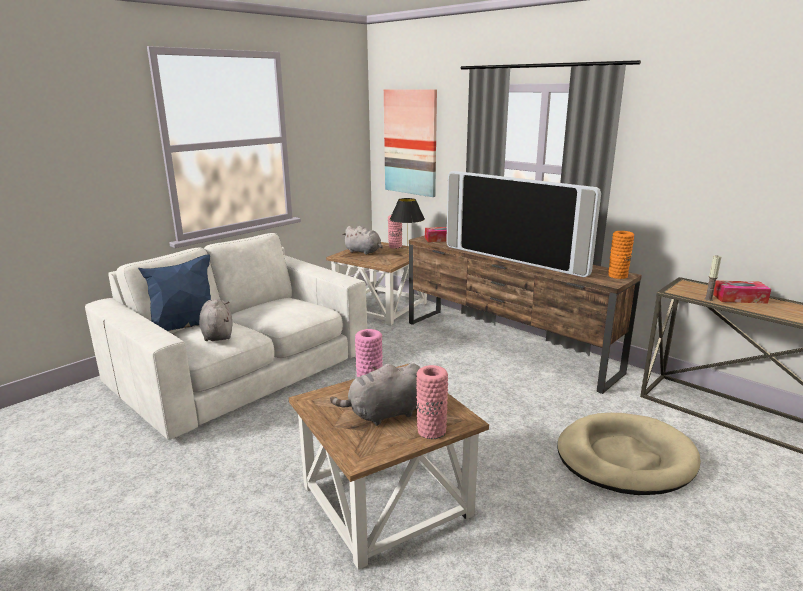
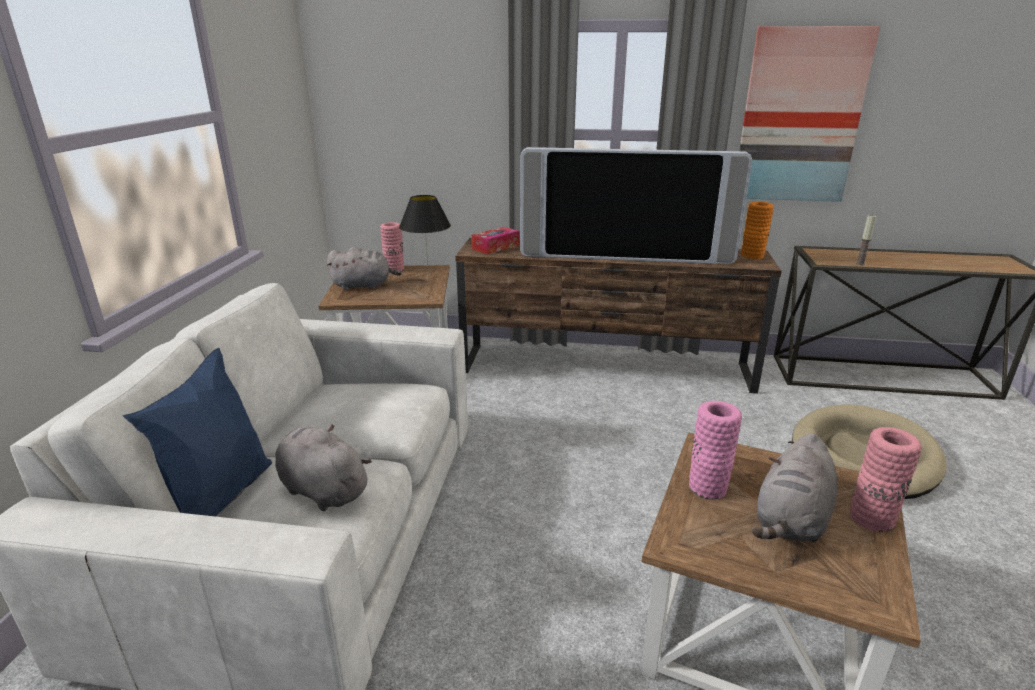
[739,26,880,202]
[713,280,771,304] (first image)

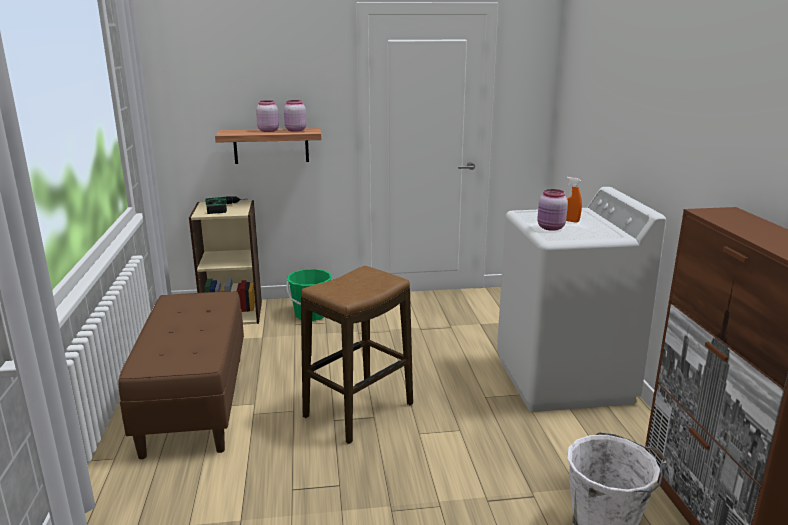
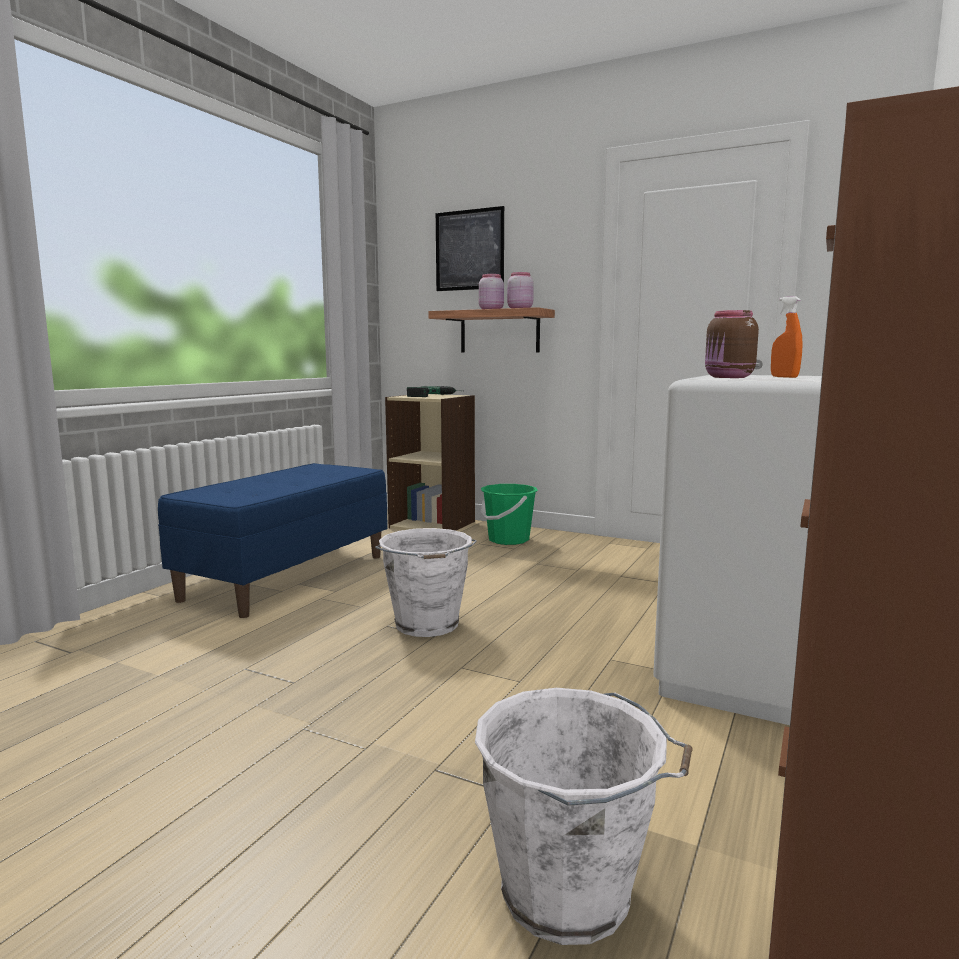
[158,463,388,618]
[375,528,477,637]
[705,310,759,378]
[436,206,504,291]

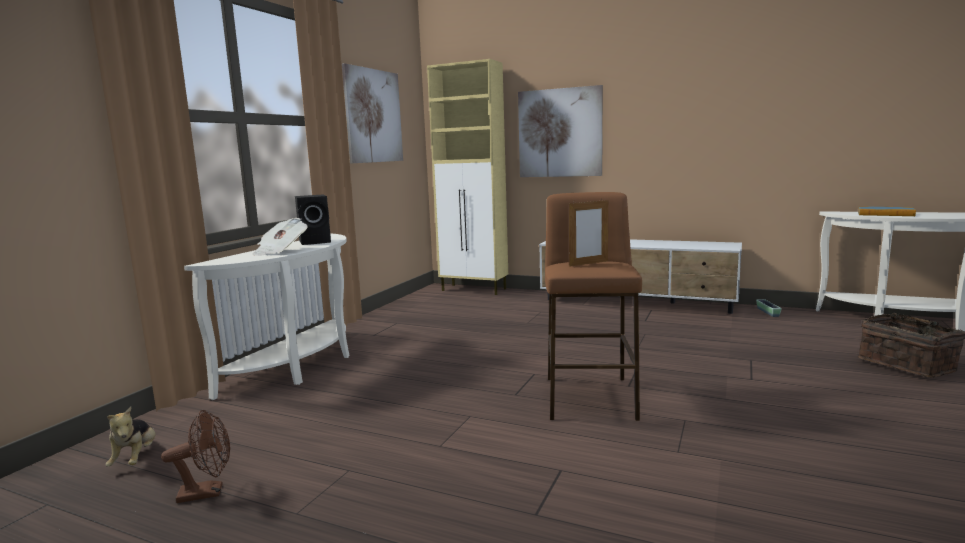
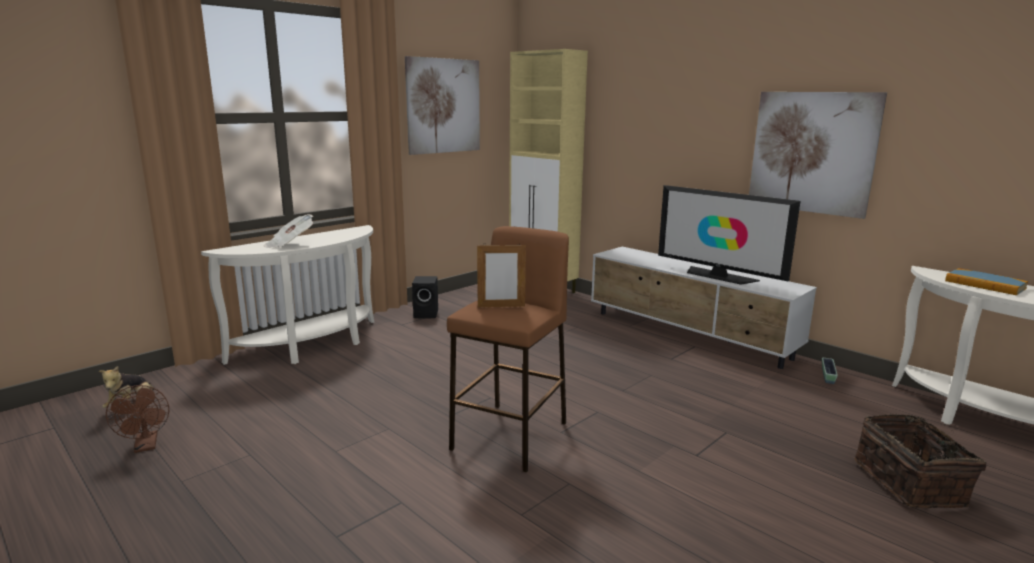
[106,385,169,453]
[412,276,438,319]
[749,92,887,219]
[658,185,801,285]

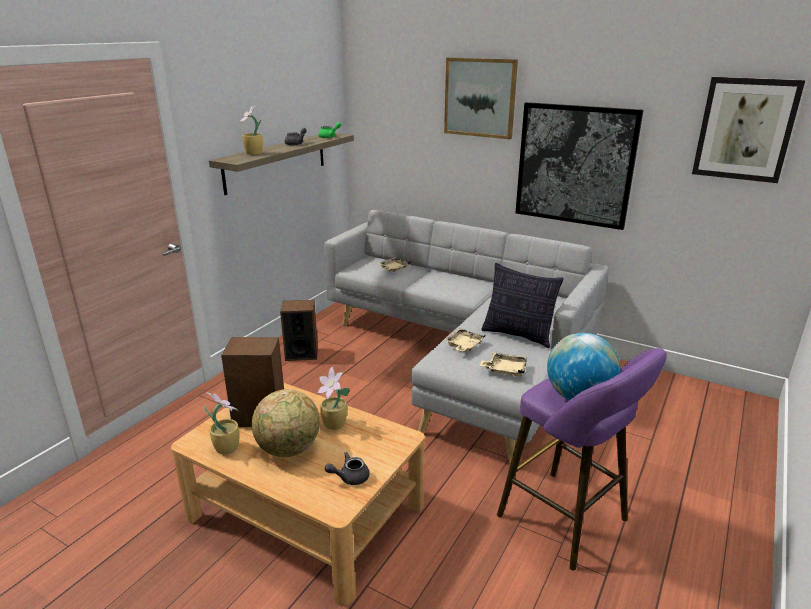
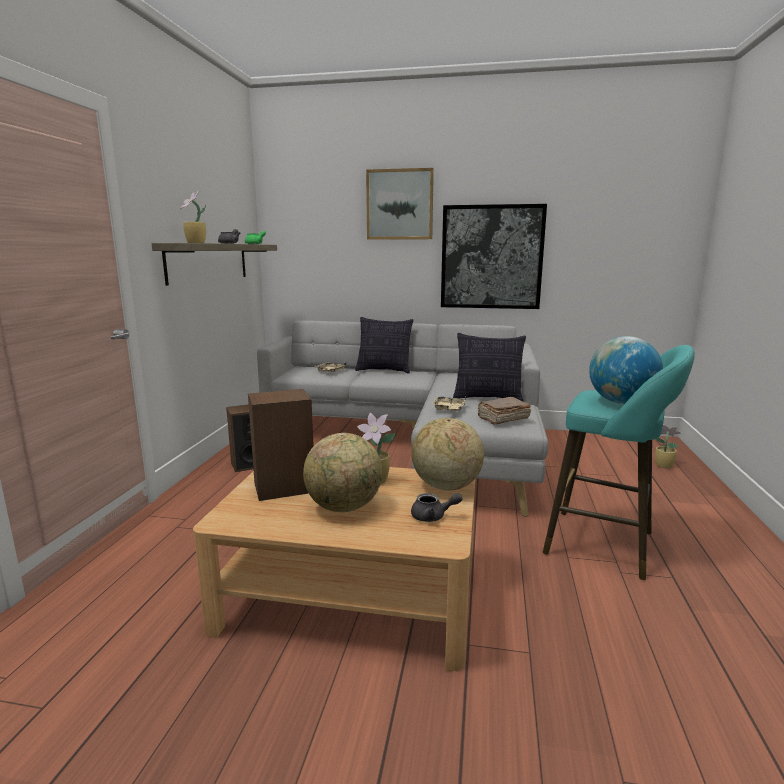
[655,425,682,468]
[411,493,463,522]
[478,397,531,425]
[543,345,695,580]
[692,77,805,183] (first image)
[355,317,413,374]
[411,418,484,490]

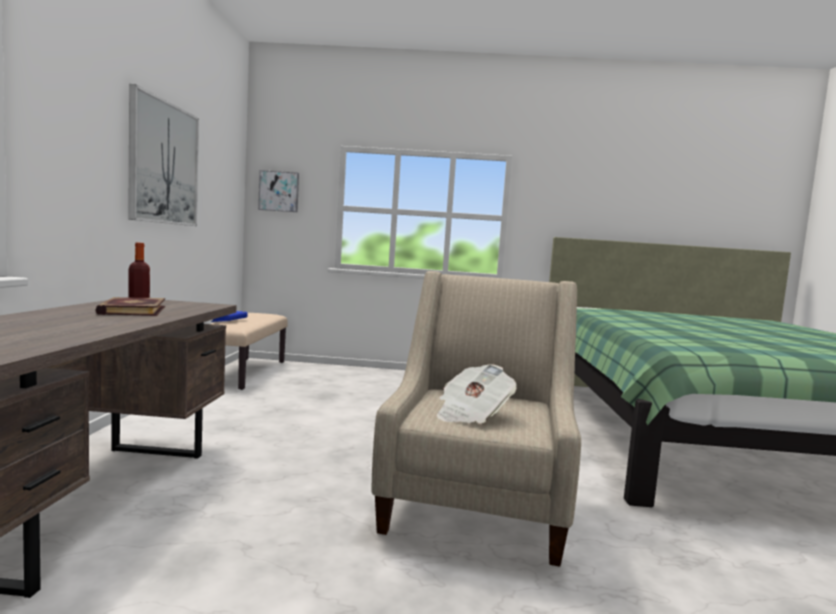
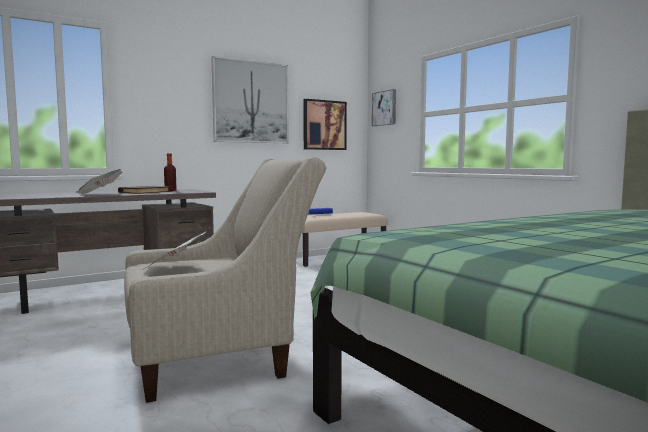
[76,169,122,194]
[303,99,347,150]

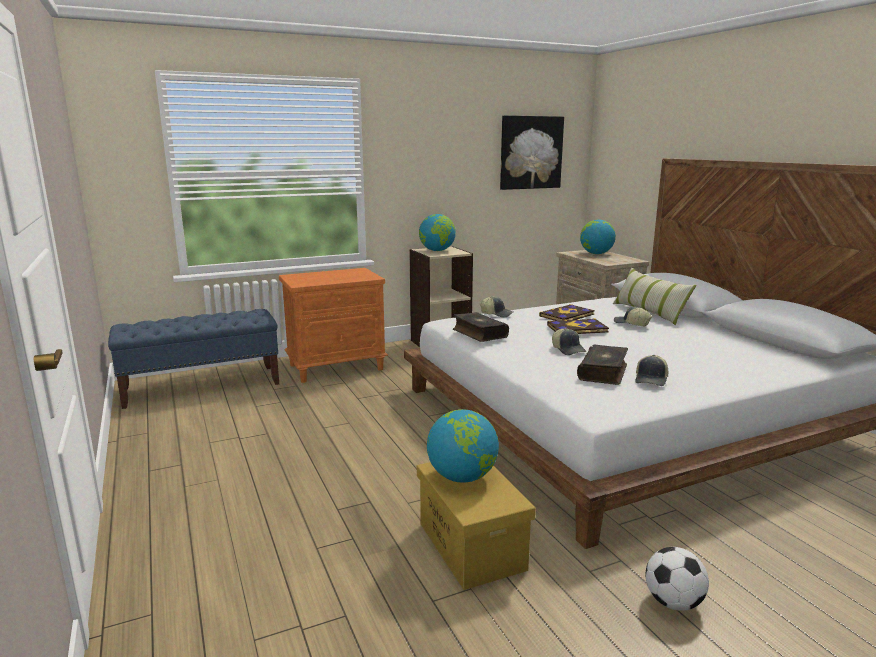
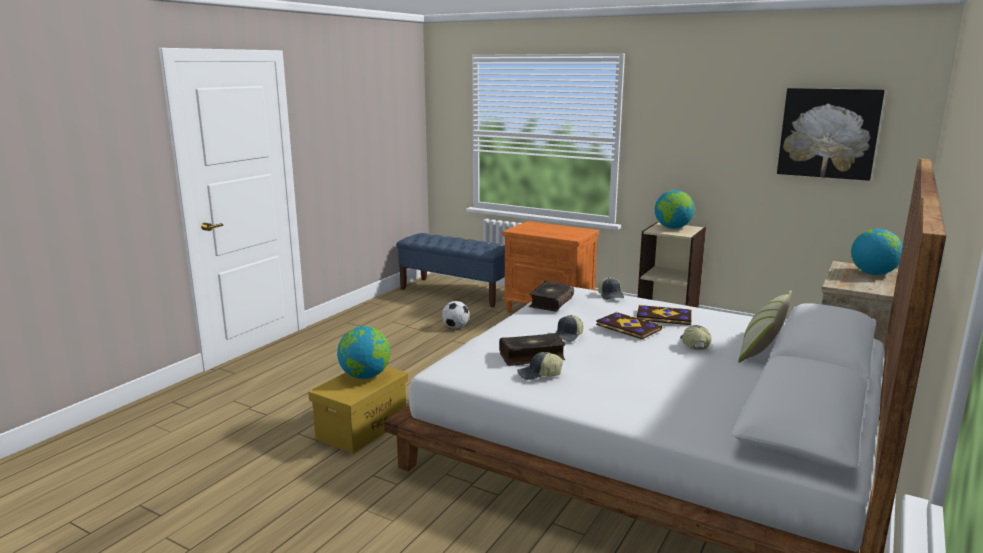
[442,301,469,328]

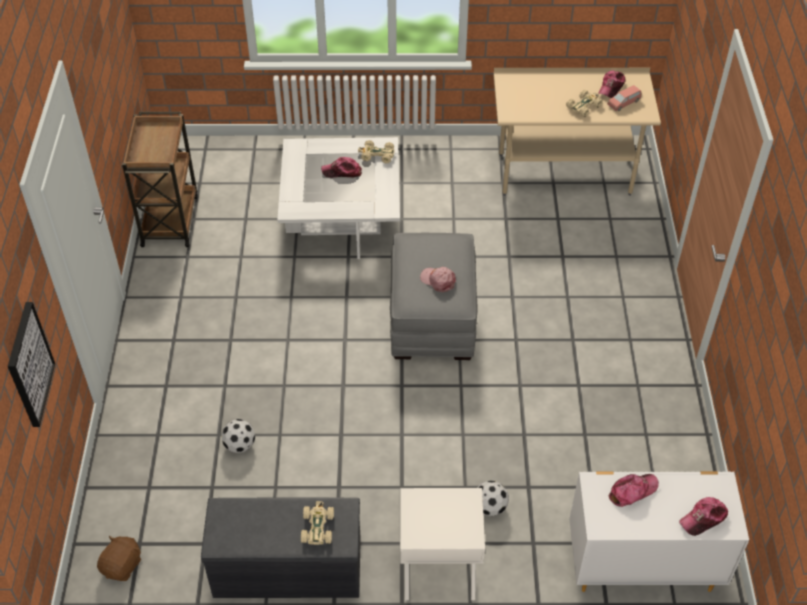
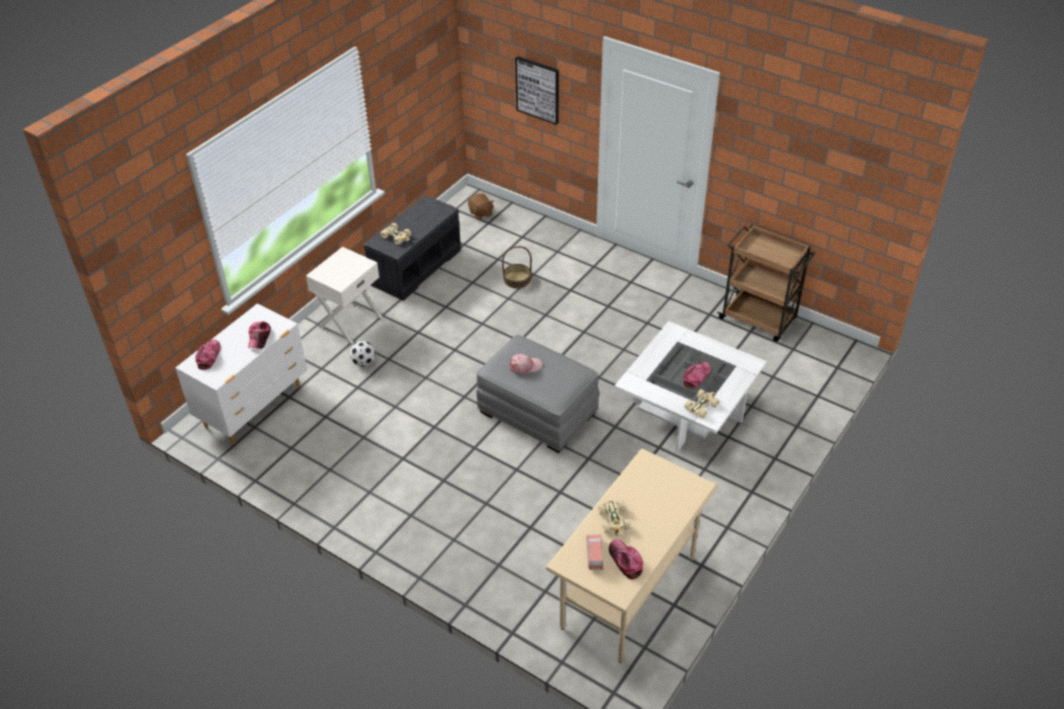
[502,246,532,289]

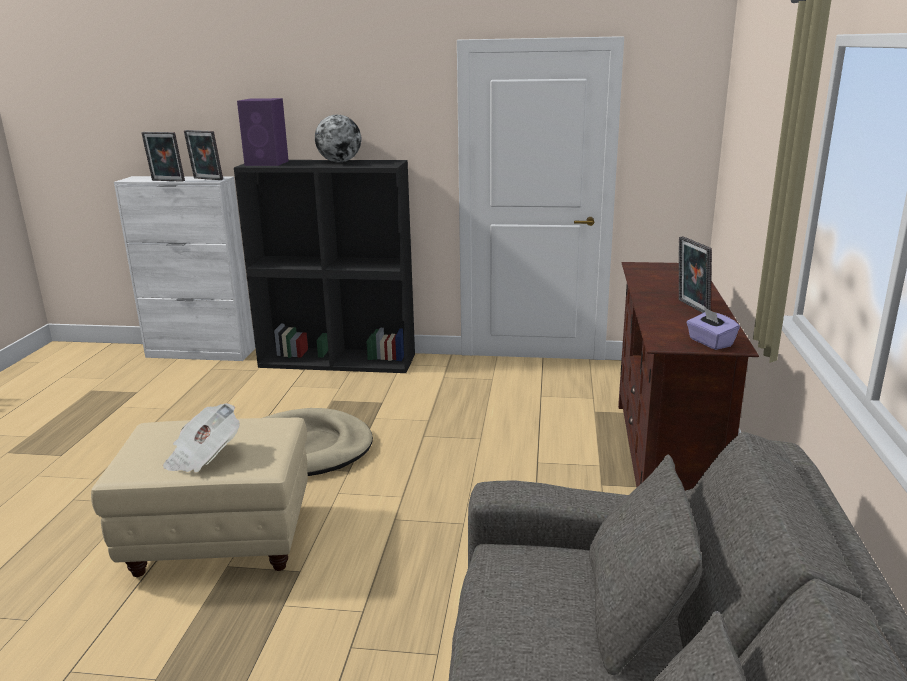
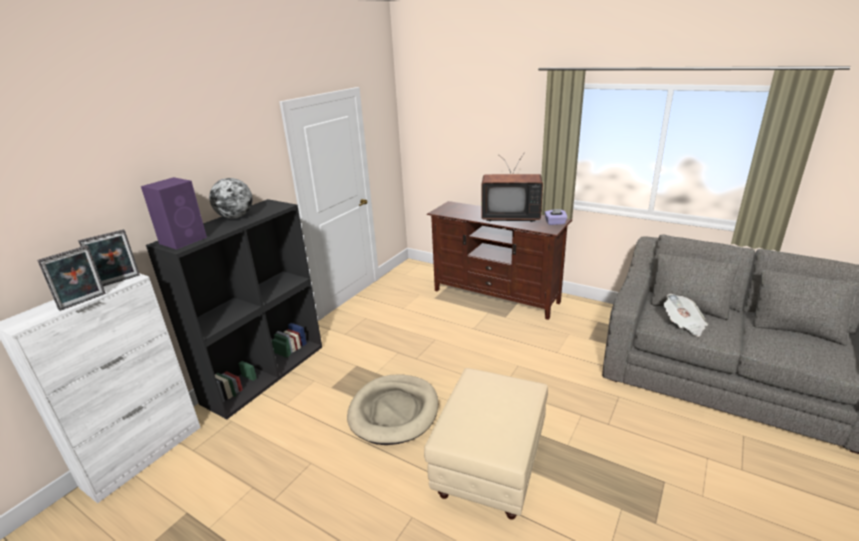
[664,294,708,337]
[481,152,543,222]

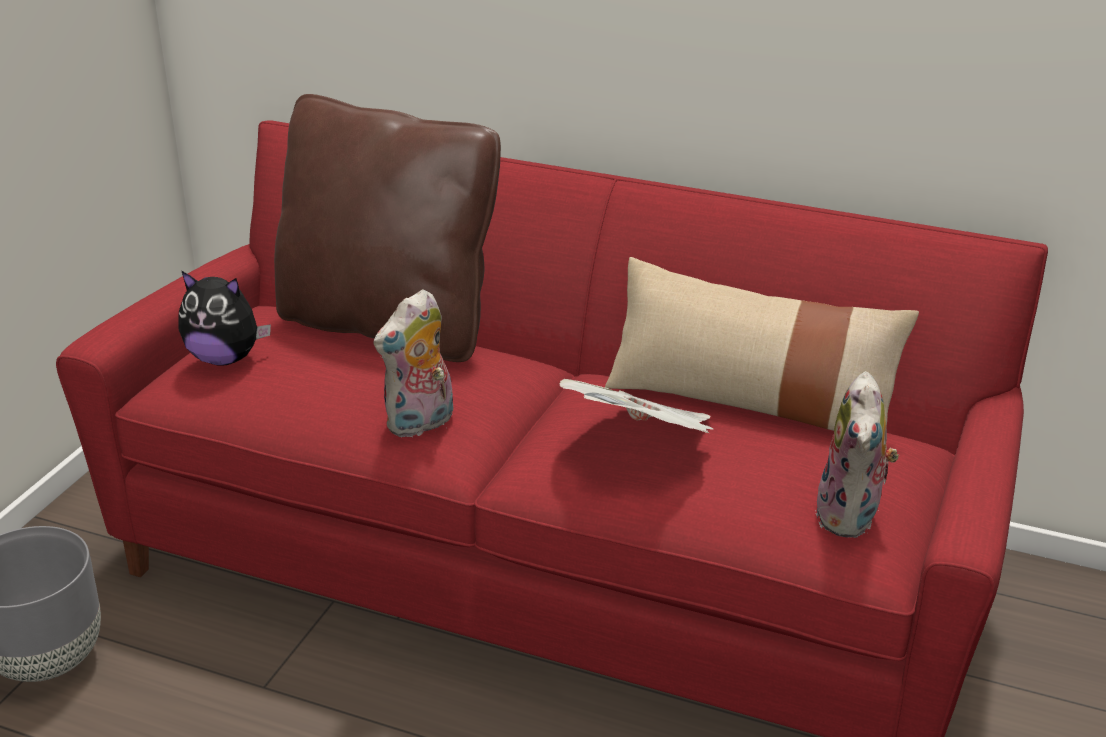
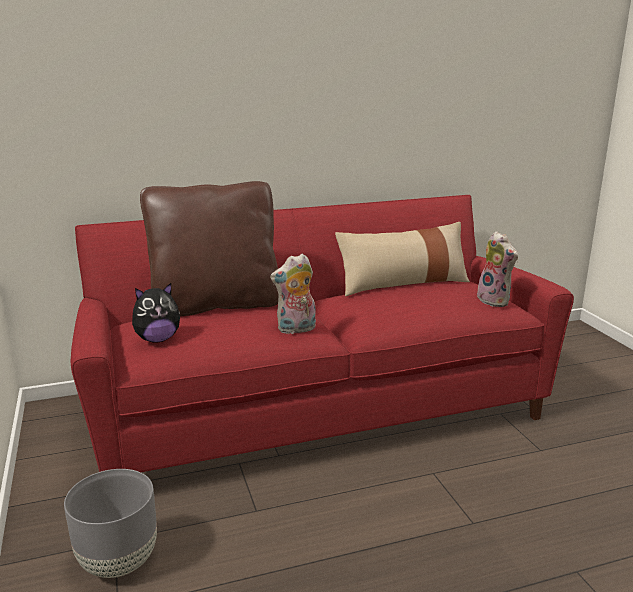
[270,254,316,335]
[559,379,713,433] (first image)

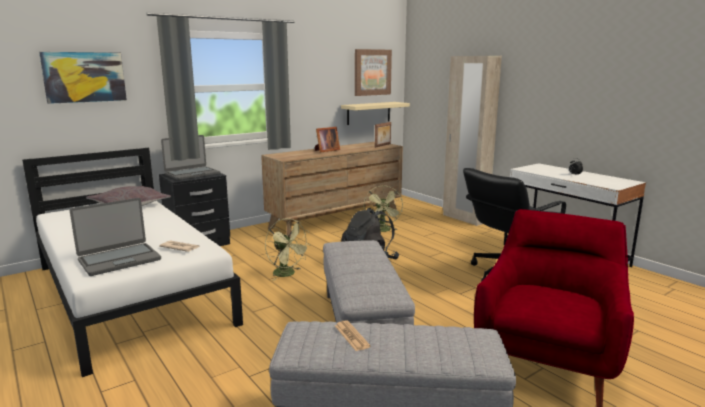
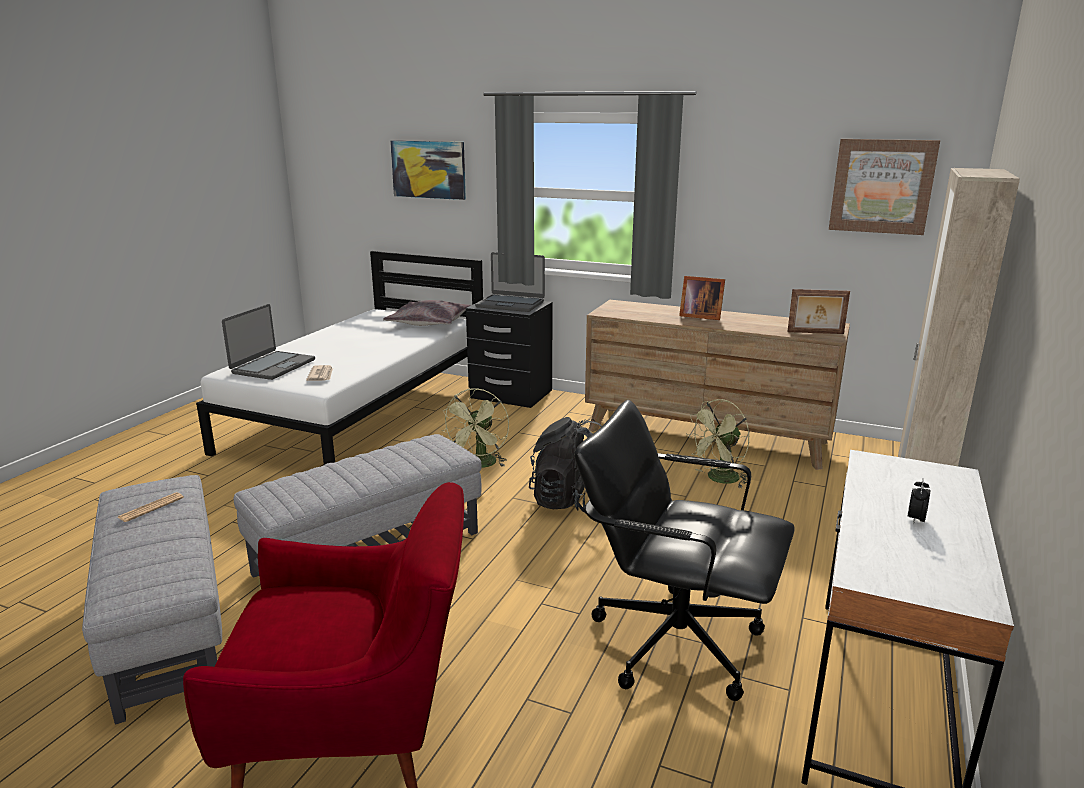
[222,304,315,380]
[341,102,410,125] (first image)

